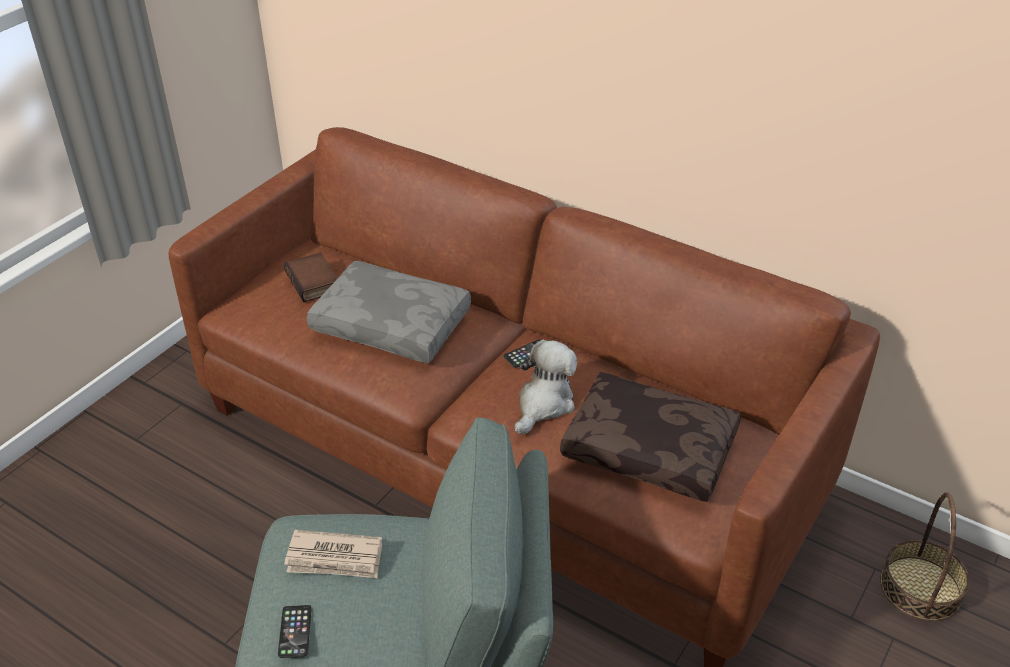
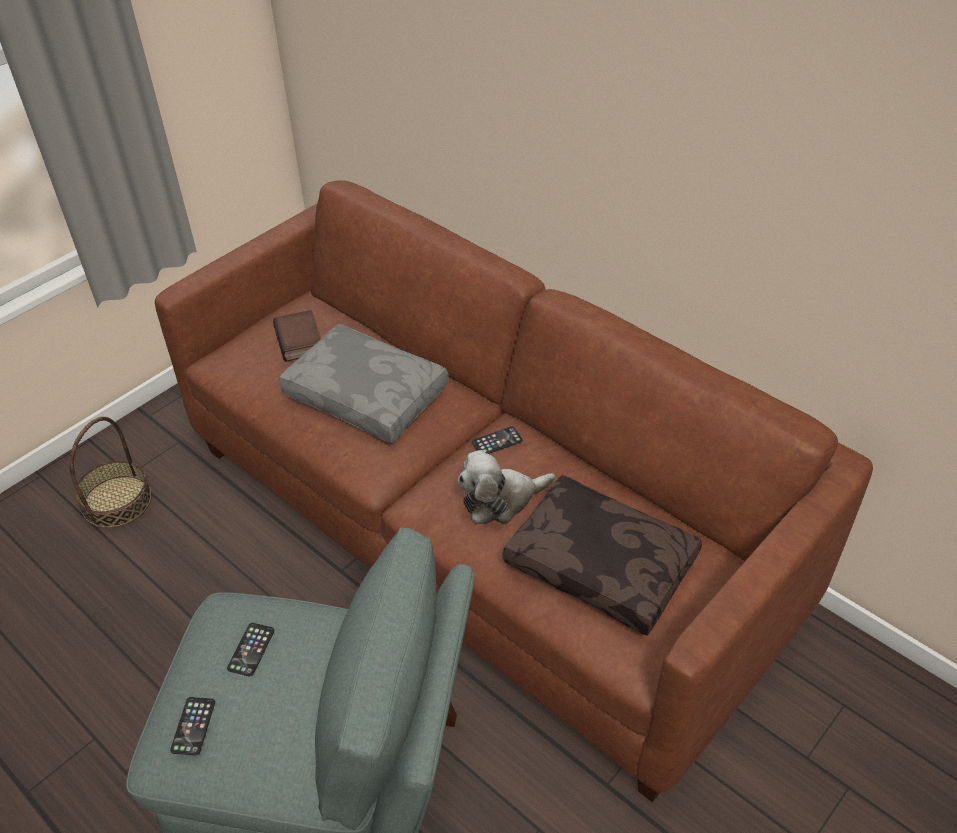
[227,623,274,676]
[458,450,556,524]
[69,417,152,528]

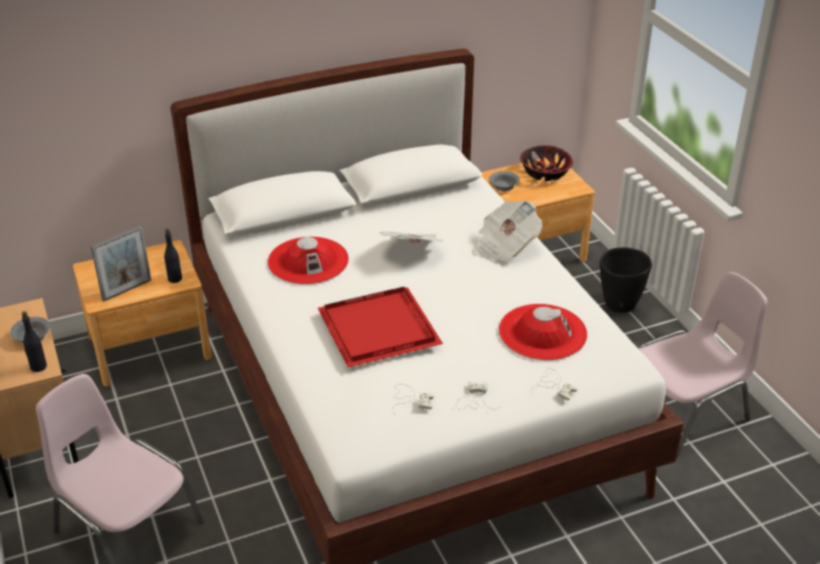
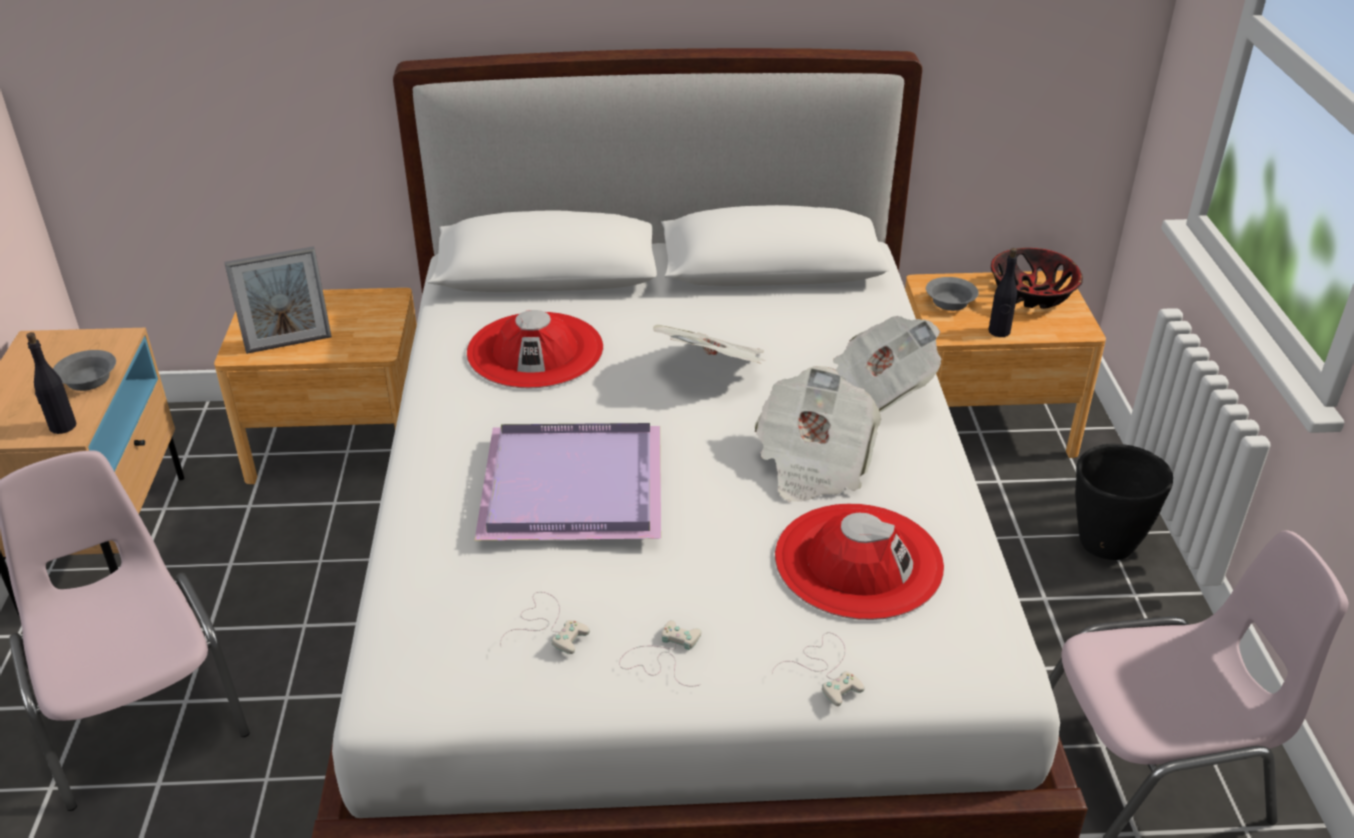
[988,248,1017,337]
[475,423,661,541]
[755,366,881,502]

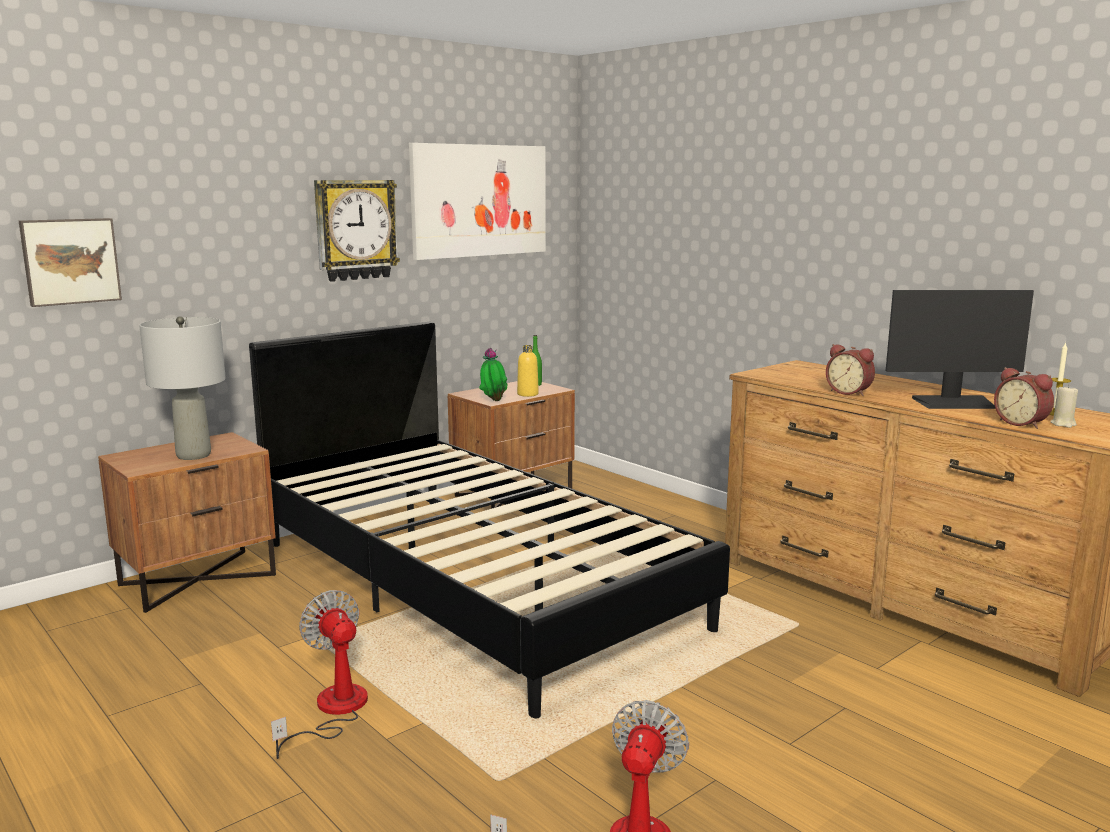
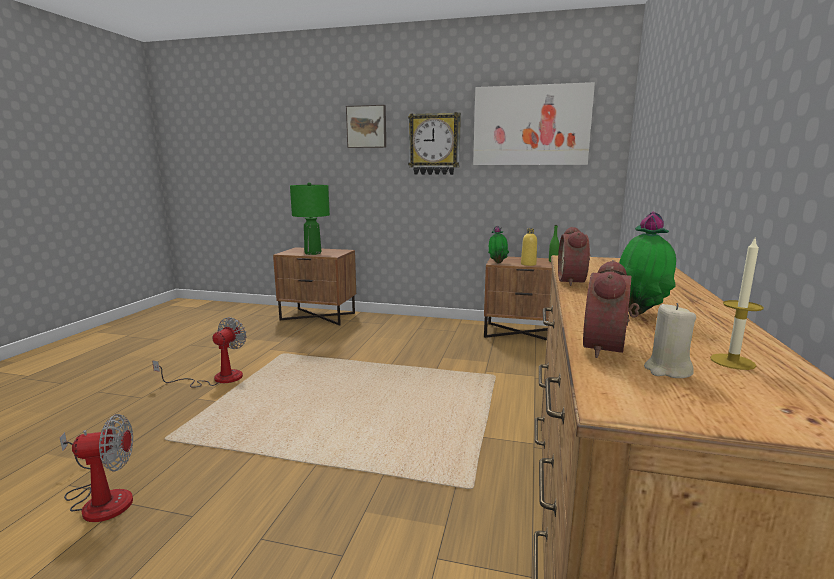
[346,105,386,148]
[290,182,330,255]
[249,322,730,718] (first image)
[619,212,676,315]

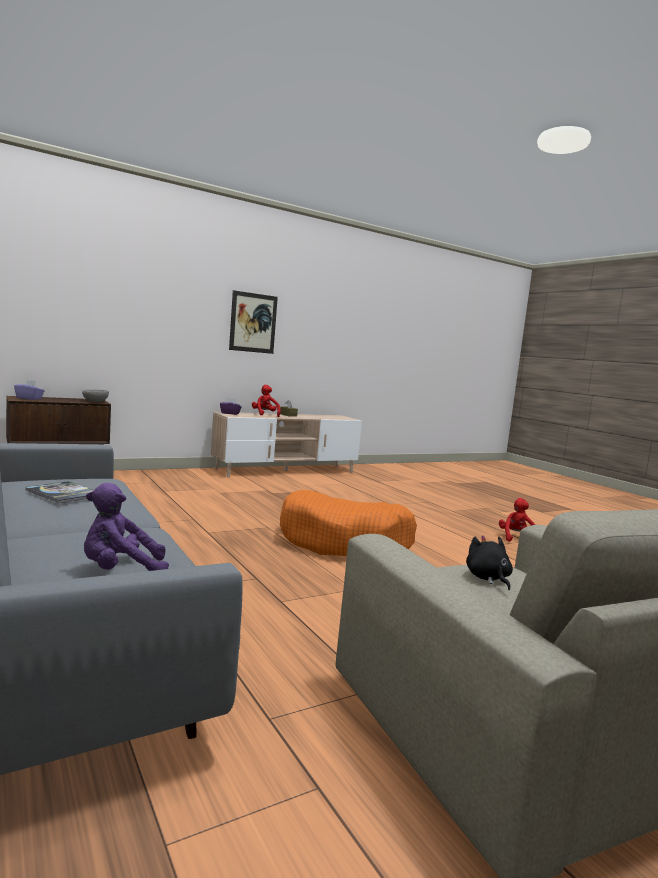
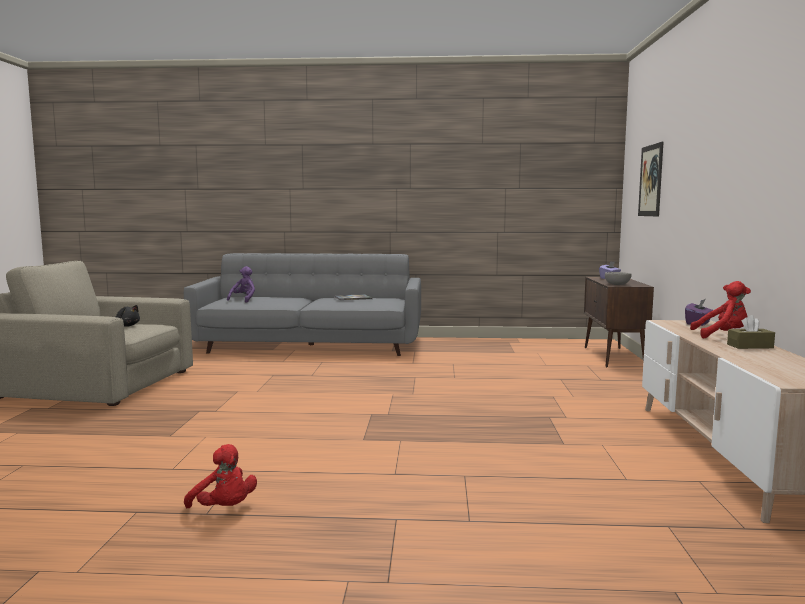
[638,142,663,216]
[280,490,417,556] (first image)

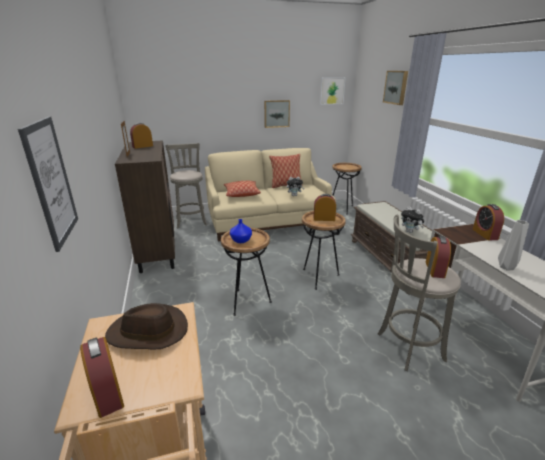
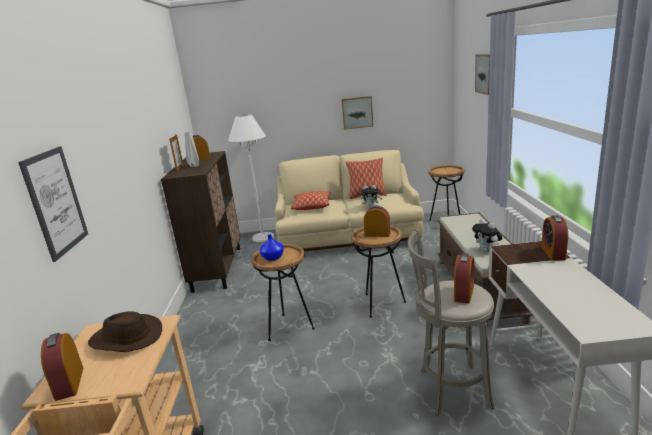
[228,114,274,242]
[320,77,346,105] (first image)
[184,132,199,167]

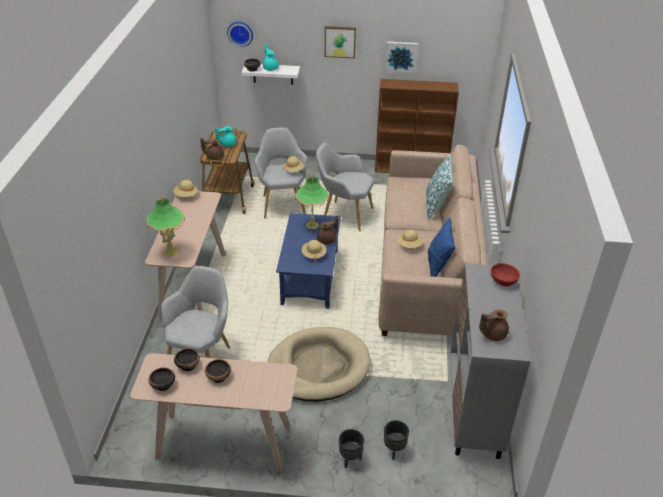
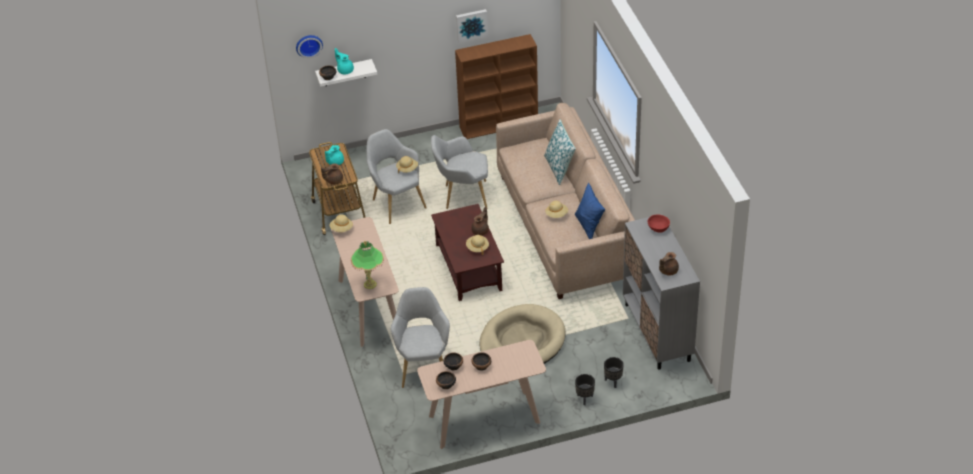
[431,204,504,301]
[296,175,329,229] (first image)
[325,26,356,58] (first image)

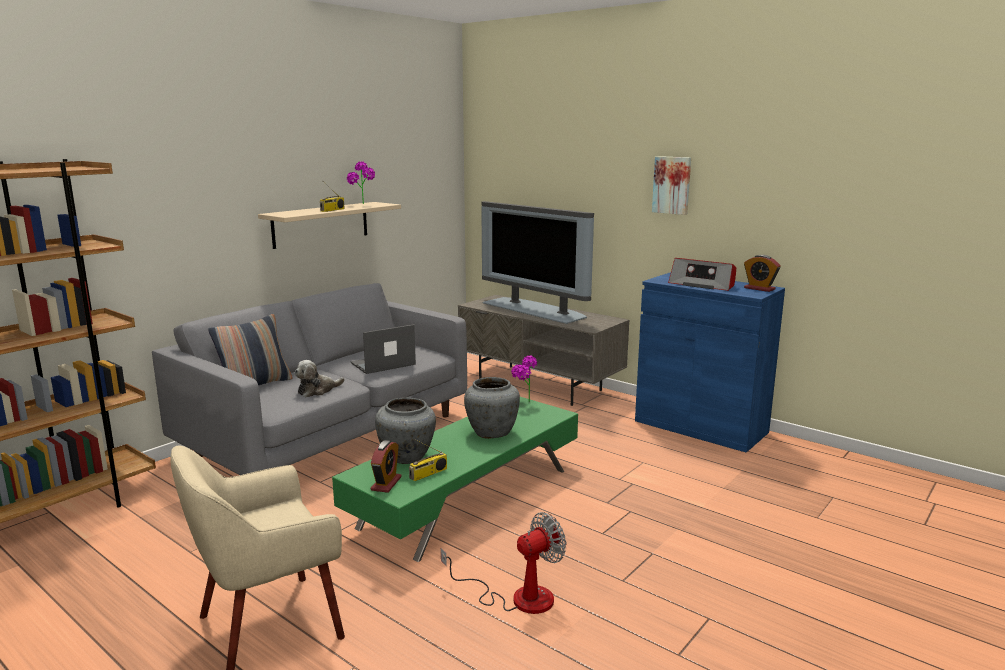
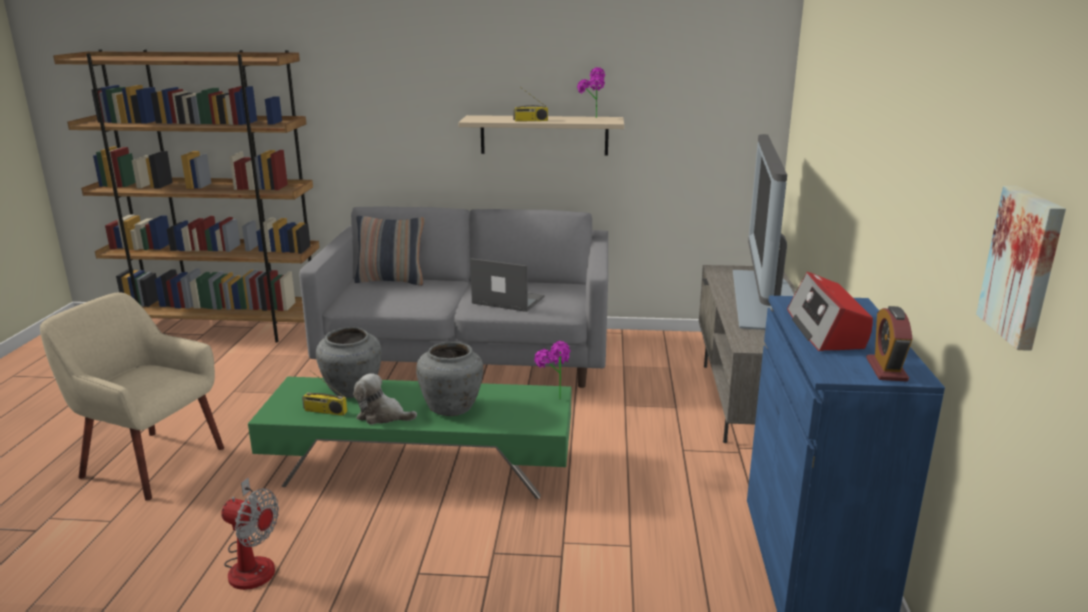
[353,373,417,425]
[371,440,402,493] (first image)
[976,186,1066,351]

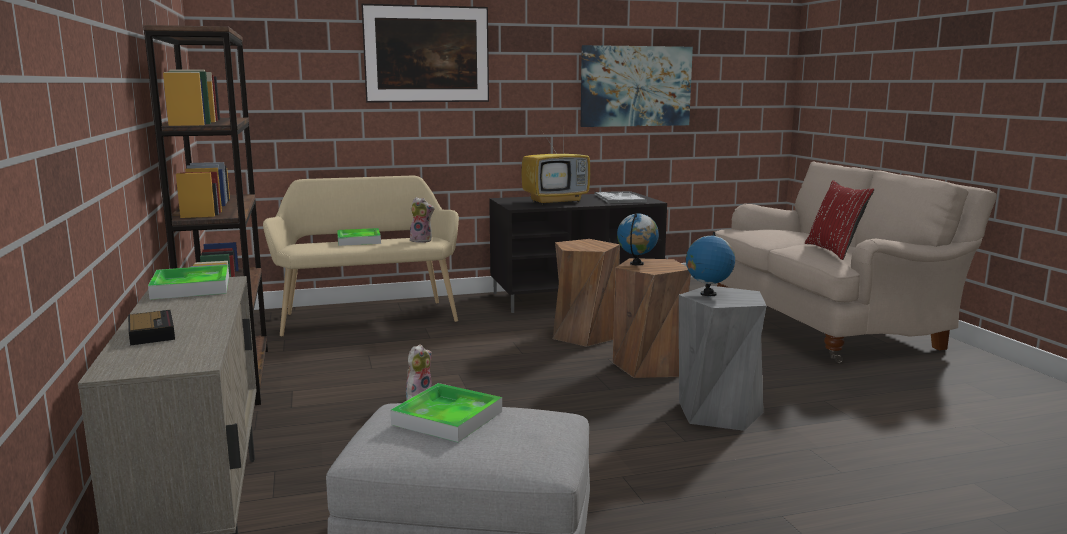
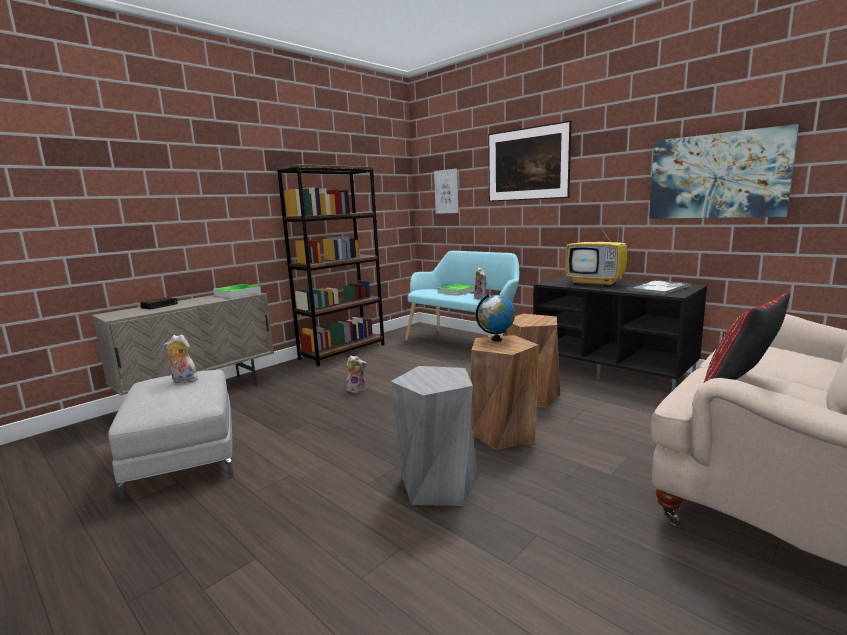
[405,251,519,341]
[163,335,198,383]
[686,232,735,296] (first image)
[434,169,458,214]

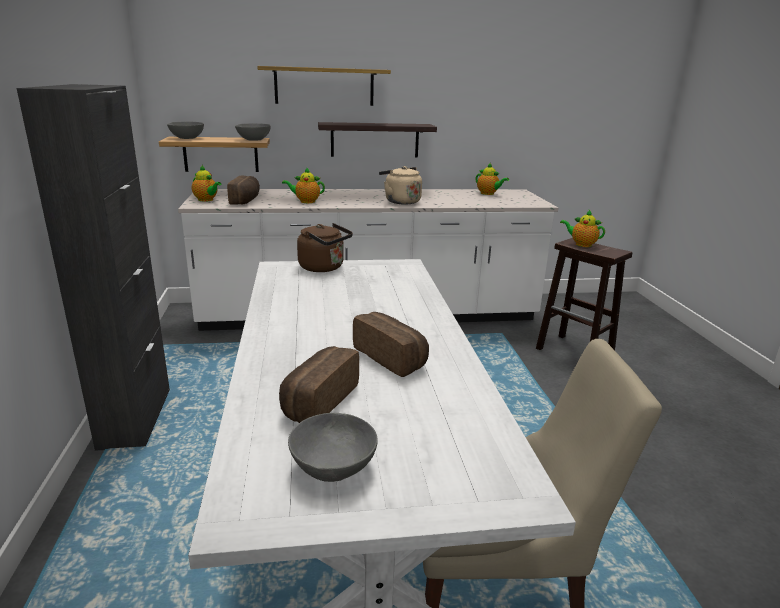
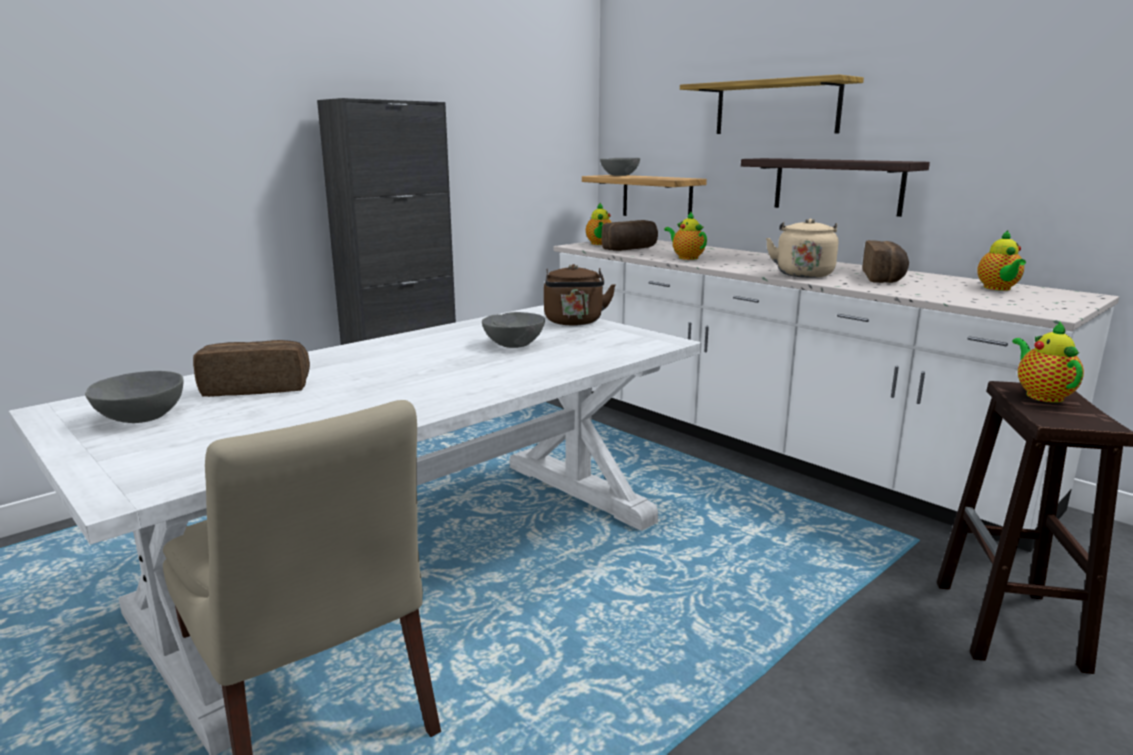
[482,312,545,348]
[862,240,909,283]

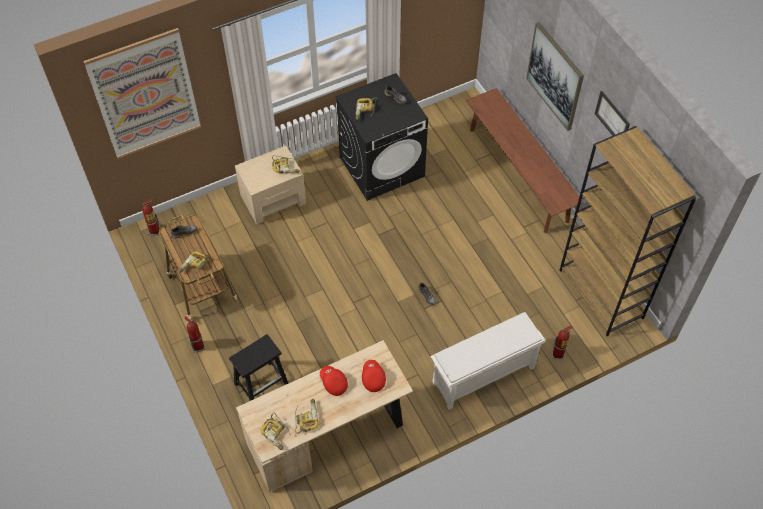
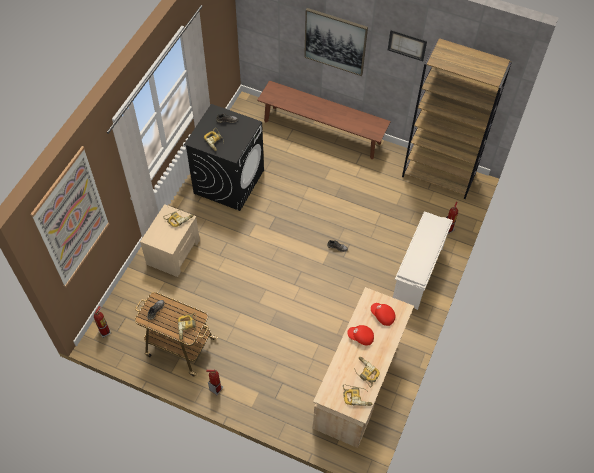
[229,334,288,401] (first image)

